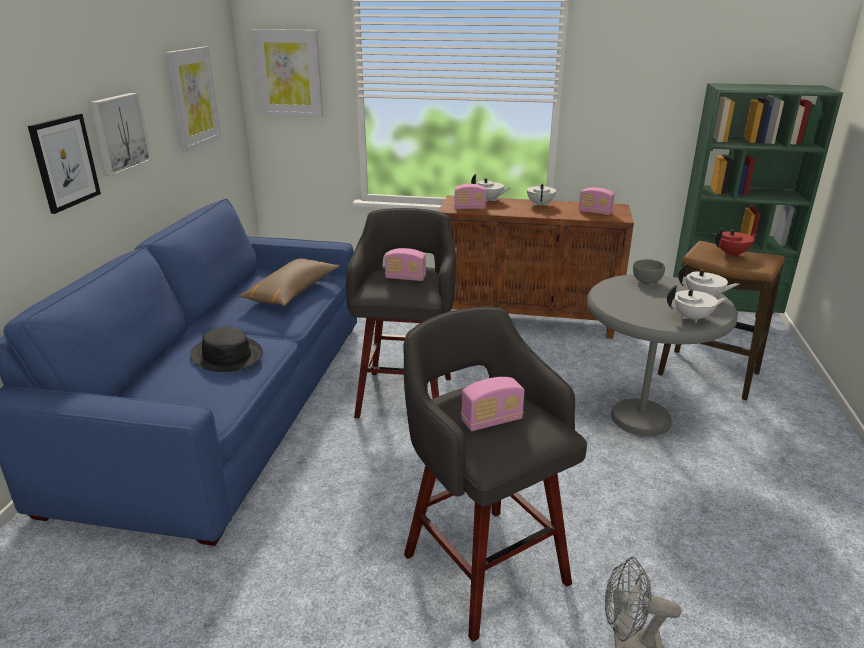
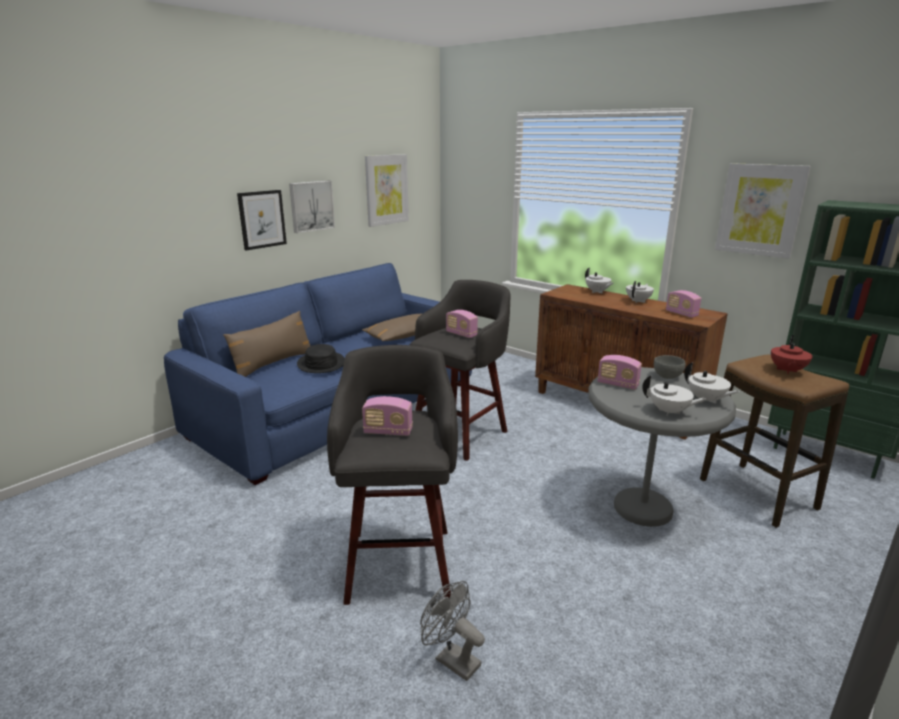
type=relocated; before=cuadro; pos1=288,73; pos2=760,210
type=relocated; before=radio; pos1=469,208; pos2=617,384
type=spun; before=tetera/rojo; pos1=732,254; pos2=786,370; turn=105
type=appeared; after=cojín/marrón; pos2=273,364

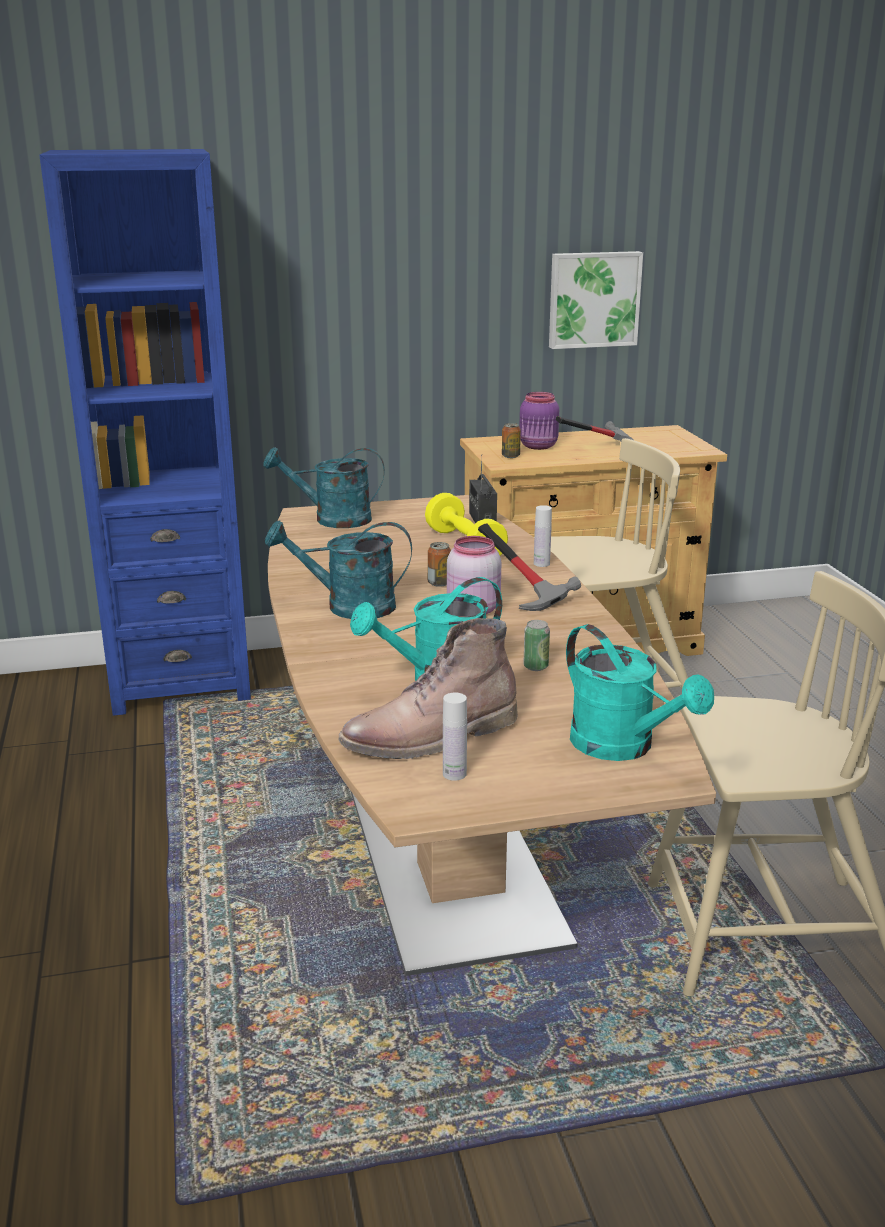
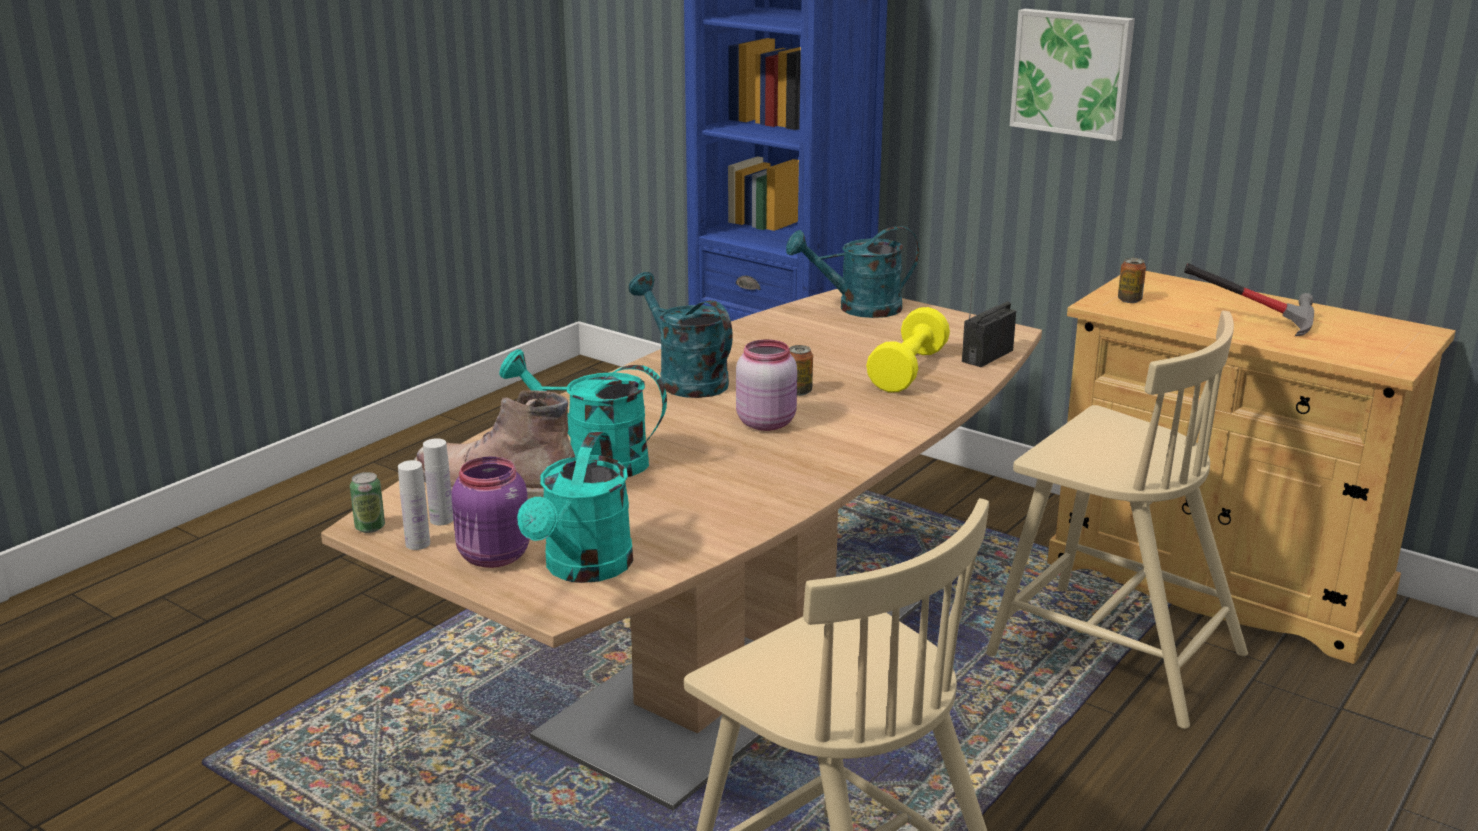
type=spun; before=regadera/turquesa; pos1=332,519; pos2=858,309; turn=-60
type=missing; before=martillo; pos1=526,591
type=relocated; before=tarro/morado; pos1=539,446; pos2=493,557
type=relocated; before=lata; pos1=535,667; pos2=370,527
type=relocated; before=botella/blanco; pos1=541,564; pos2=418,544
type=relocated; before=cuadro; pos1=593,299; pos2=1073,73

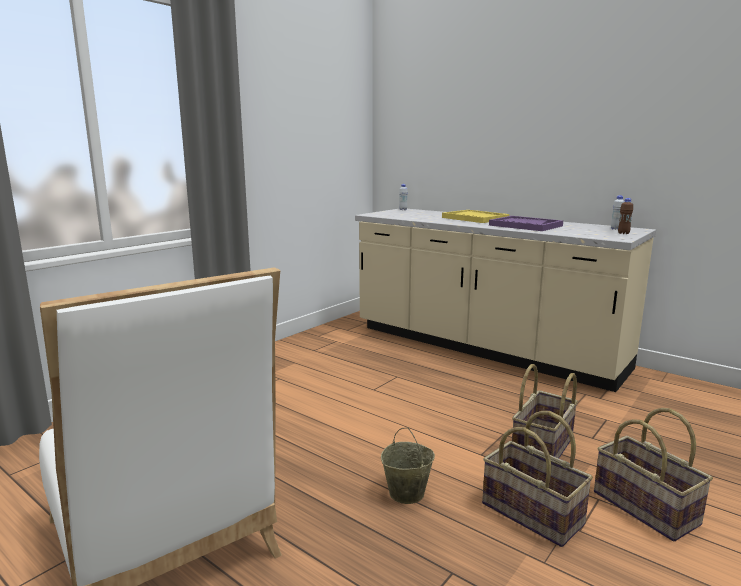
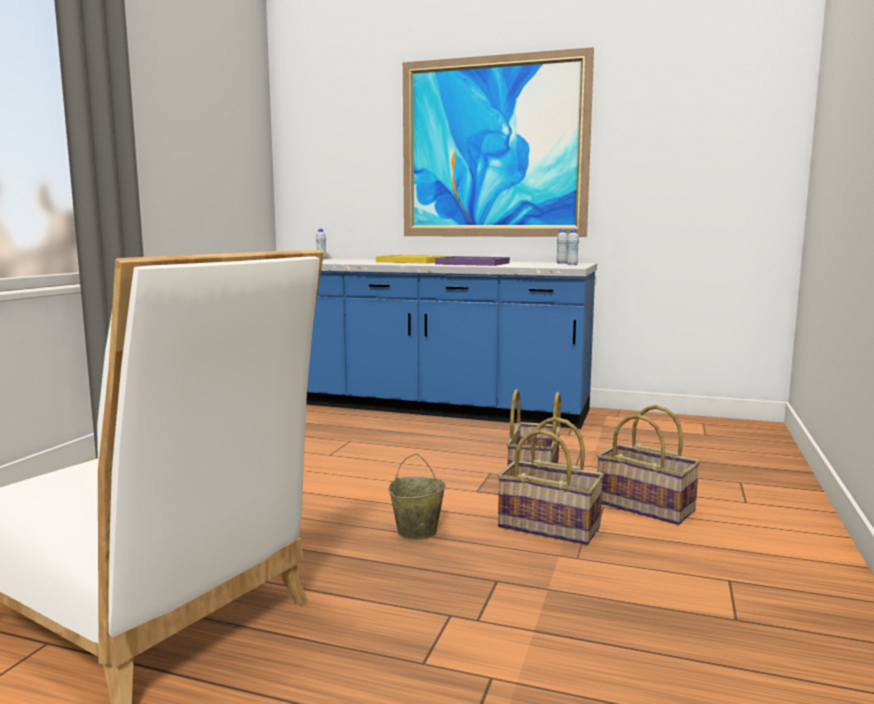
type=colour; before=mueble bajo de cocina/beis; after=mueble bajo de cocina/azul; pos1=483,348; pos2=433,408
type=colour; before=botella/marrón; after=botella/blanco; pos1=623,233; pos2=572,265
type=appeared; after=cuadro; pos2=493,148

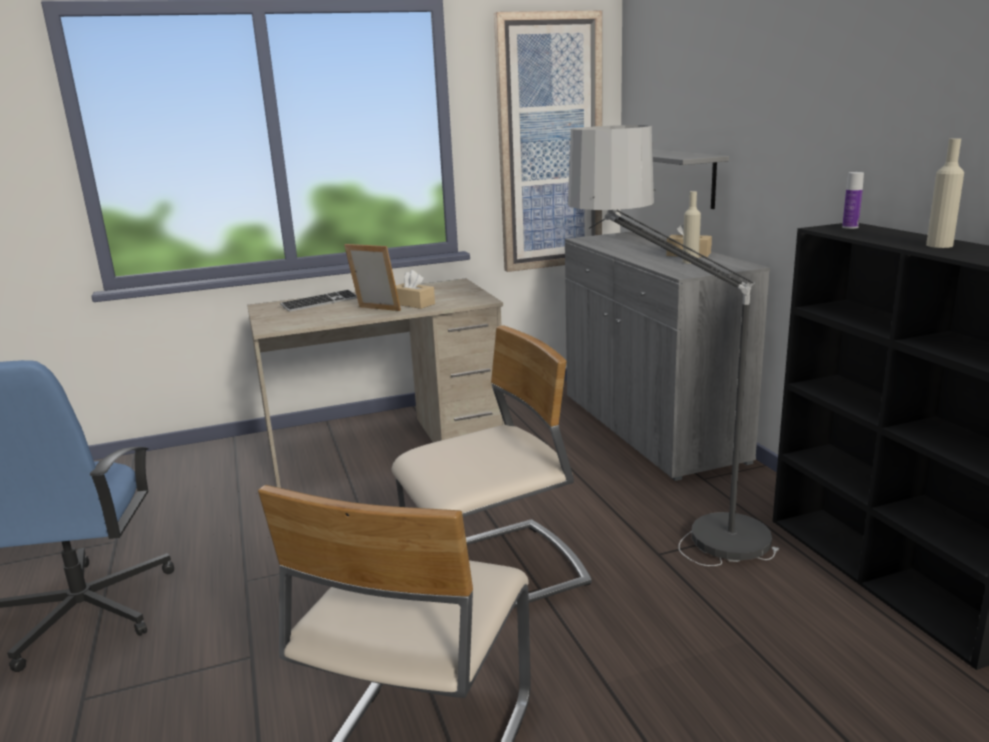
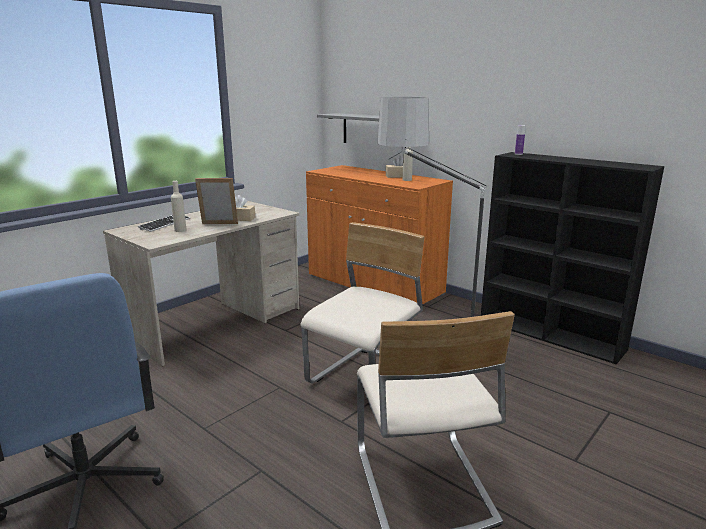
type=missing; before=cuadro; pos1=549,145
type=colour; before=armario/gris; after=armario/naranja; pos1=650,428; pos2=374,285
type=relocated; before=botella/beis; pos1=939,245; pos2=180,230

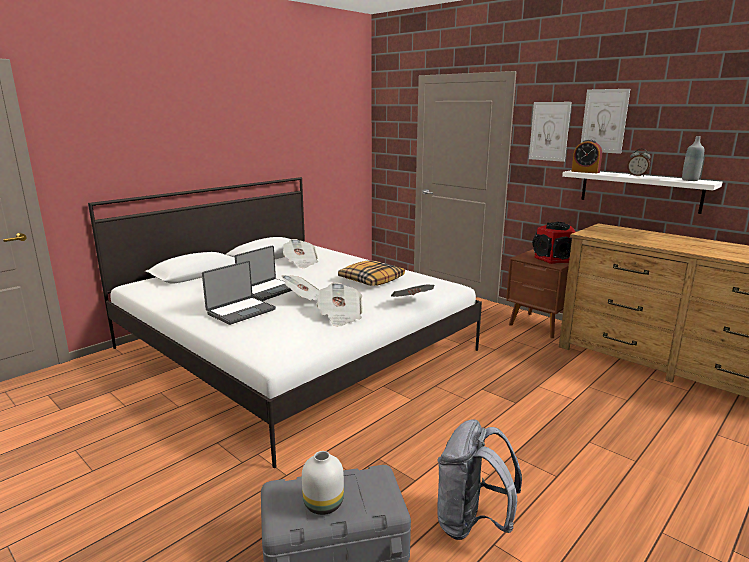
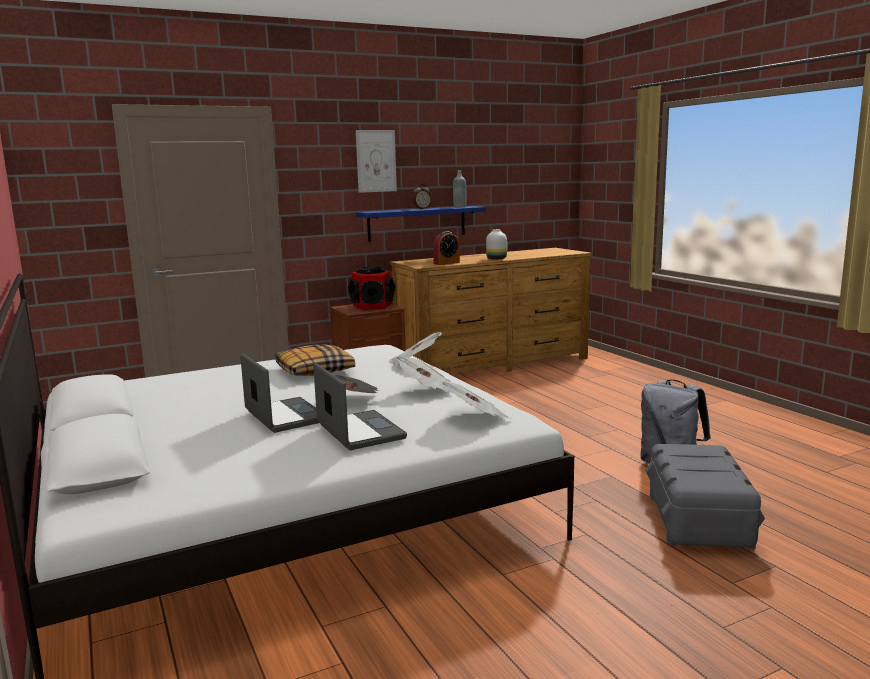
type=relocated; before=periódico; pos1=301,263; pos2=476,418
type=relocated; before=florero/blanco; pos1=323,503; pos2=496,259
type=missing; before=cuadro; pos1=549,131
type=colour; before=estante/blanco; after=estante/azul; pos1=639,190; pos2=417,223
type=relocated; before=despertador; pos1=585,172; pos2=446,263

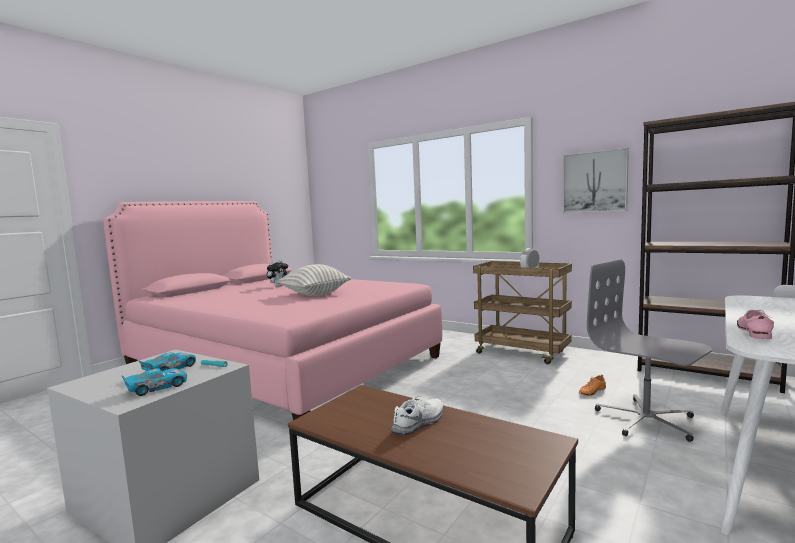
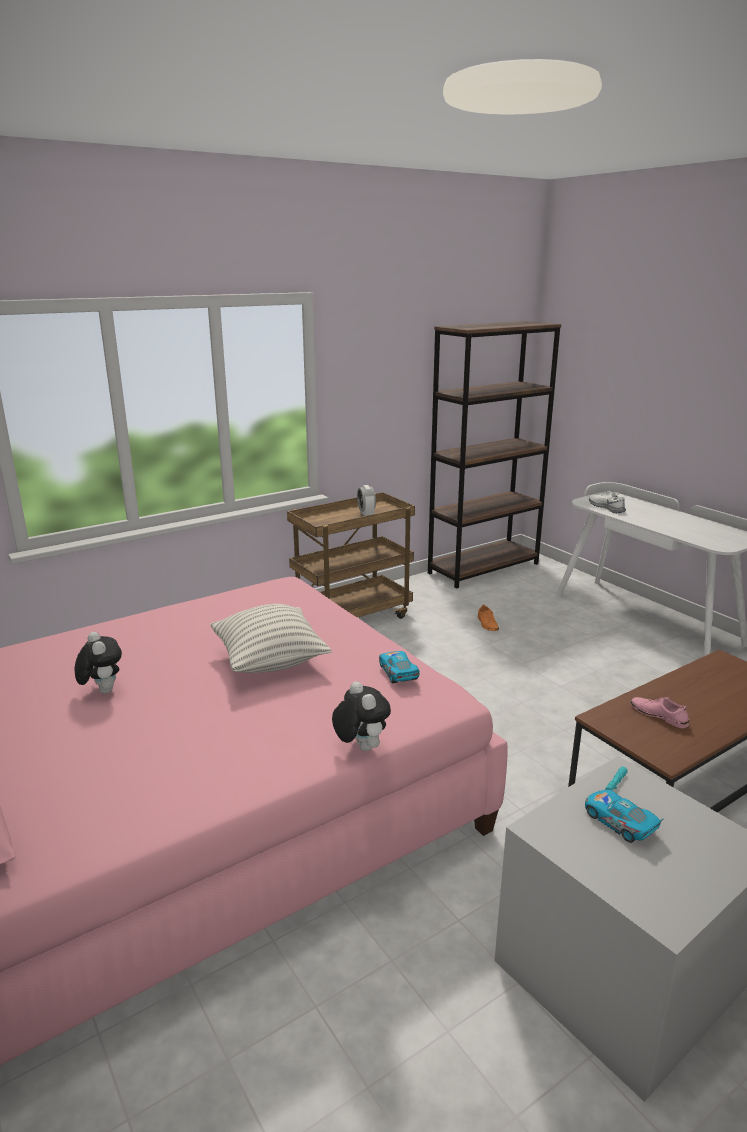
type=relocated; before=coche de juguete; pos1=157,387; pos2=398,673
type=relocated; before=zapato/blanco; pos1=420,422; pos2=607,507
type=missing; before=cuadro; pos1=594,182
type=missing; before=silla de oficina/gris; pos1=646,420
type=relocated; before=zapato/rosa; pos1=754,332; pos2=659,715
type=appeared; after=peluche; pos2=360,747

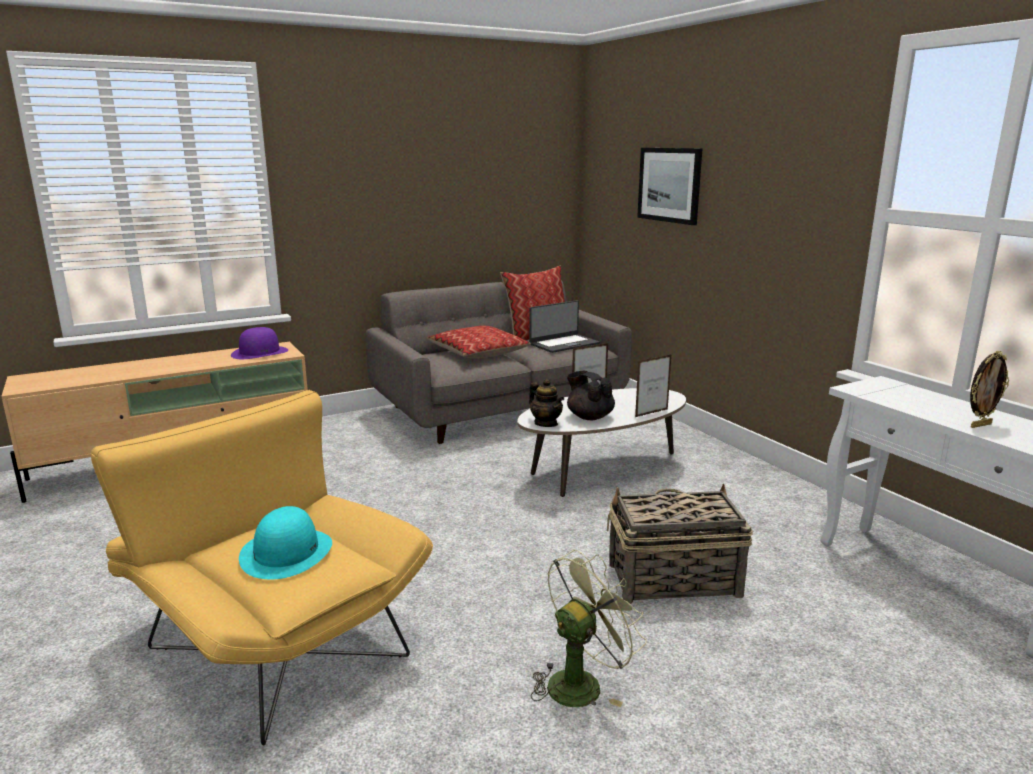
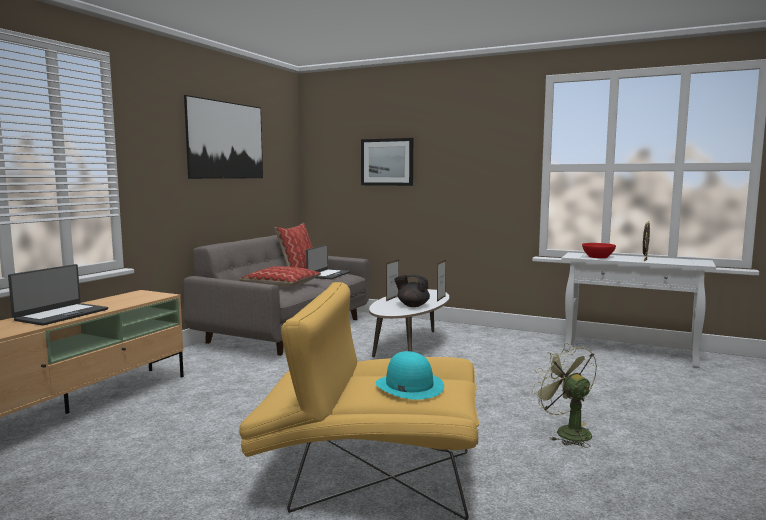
type=missing; before=sombrero/morado; pos1=260,352
type=missing; before=tetera; pos1=546,423
type=spun; before=ventilador/verde; pos1=581,682; pos2=566,432; turn=-45
type=missing; before=cesta; pos1=672,580
type=appeared; after=portátil; pos2=61,315
type=appeared; after=cuadro; pos2=226,140
type=appeared; after=cuenco/rojo; pos2=598,257

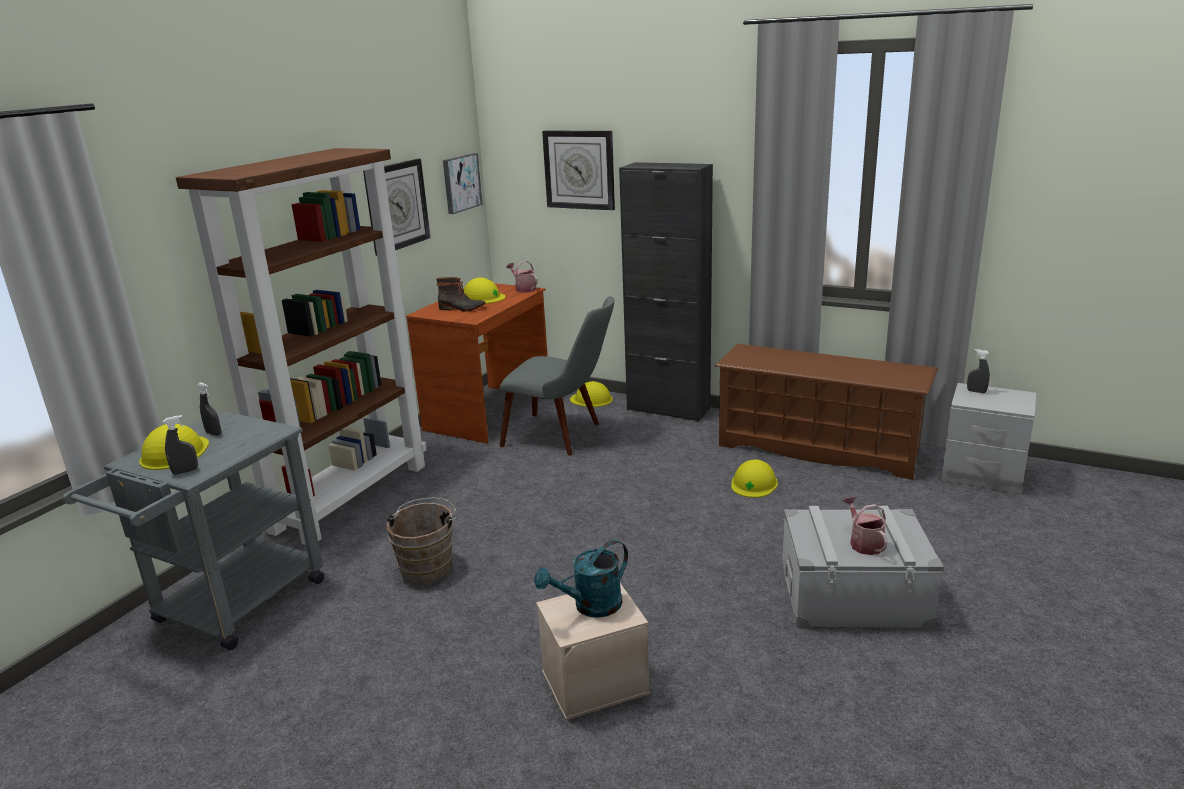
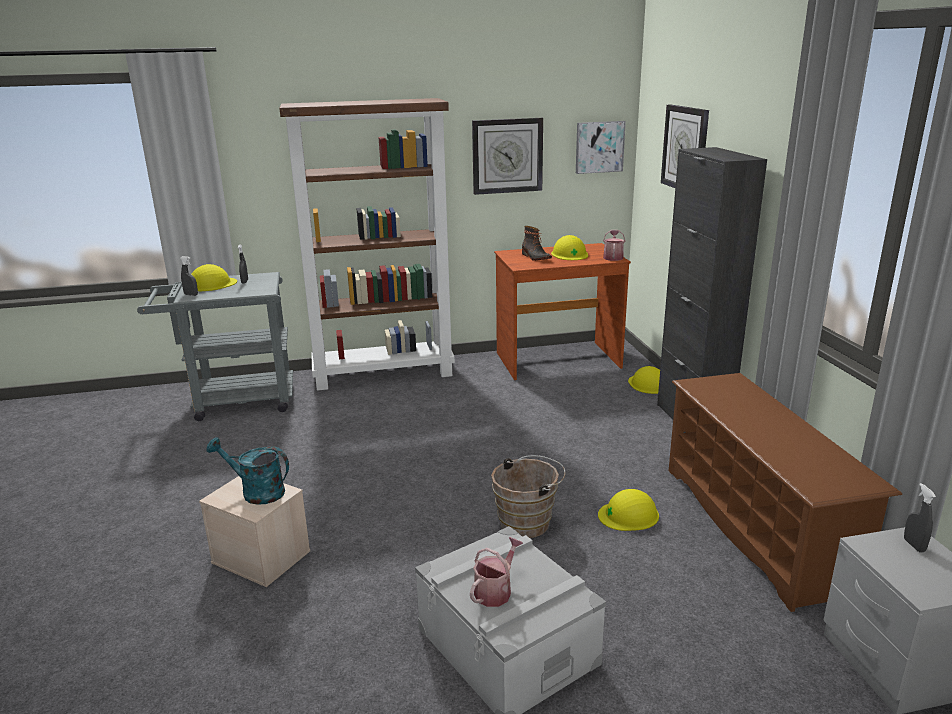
type=relocated; before=cubo/marrón; pos1=428,566; pos2=528,522
type=missing; before=silla/gris; pos1=563,435

